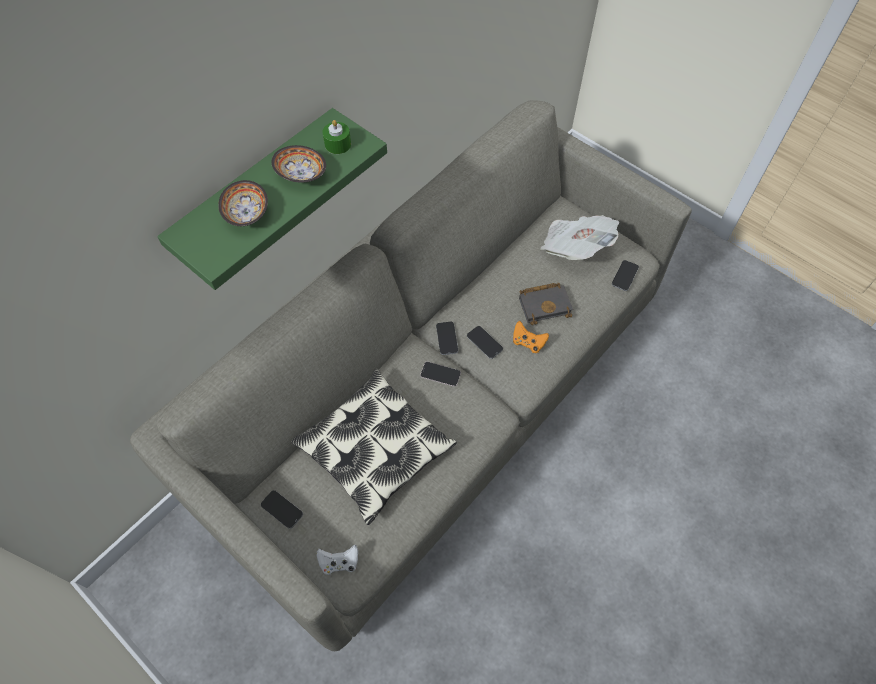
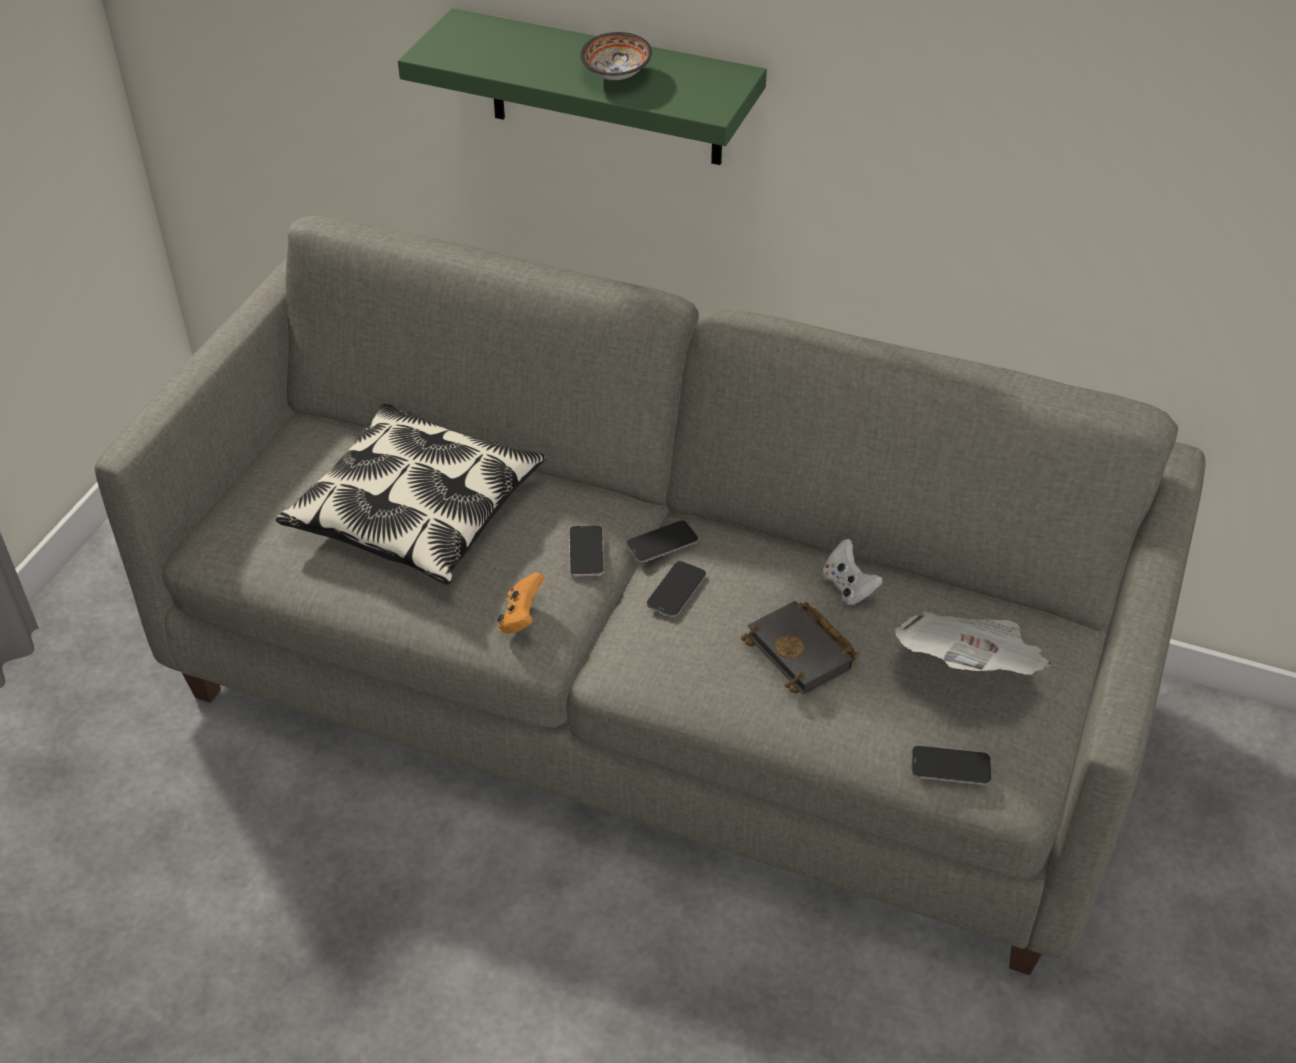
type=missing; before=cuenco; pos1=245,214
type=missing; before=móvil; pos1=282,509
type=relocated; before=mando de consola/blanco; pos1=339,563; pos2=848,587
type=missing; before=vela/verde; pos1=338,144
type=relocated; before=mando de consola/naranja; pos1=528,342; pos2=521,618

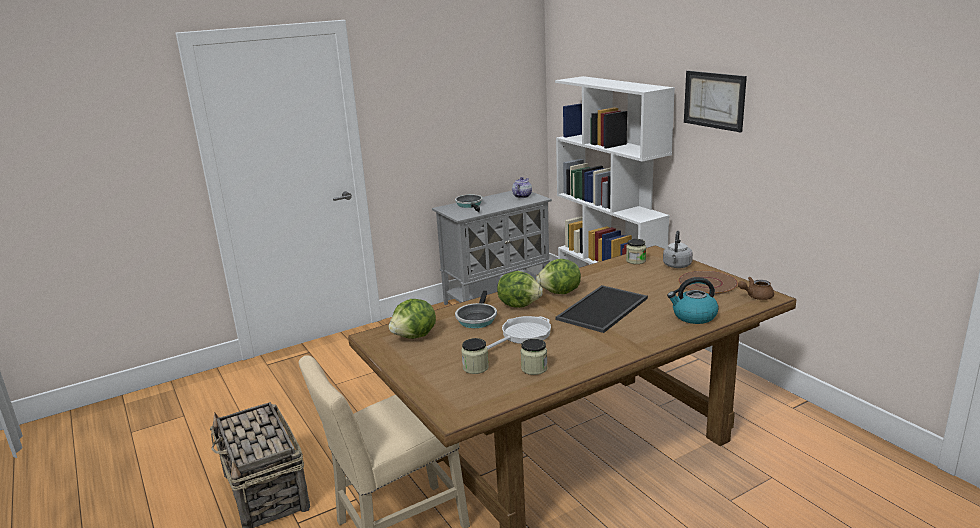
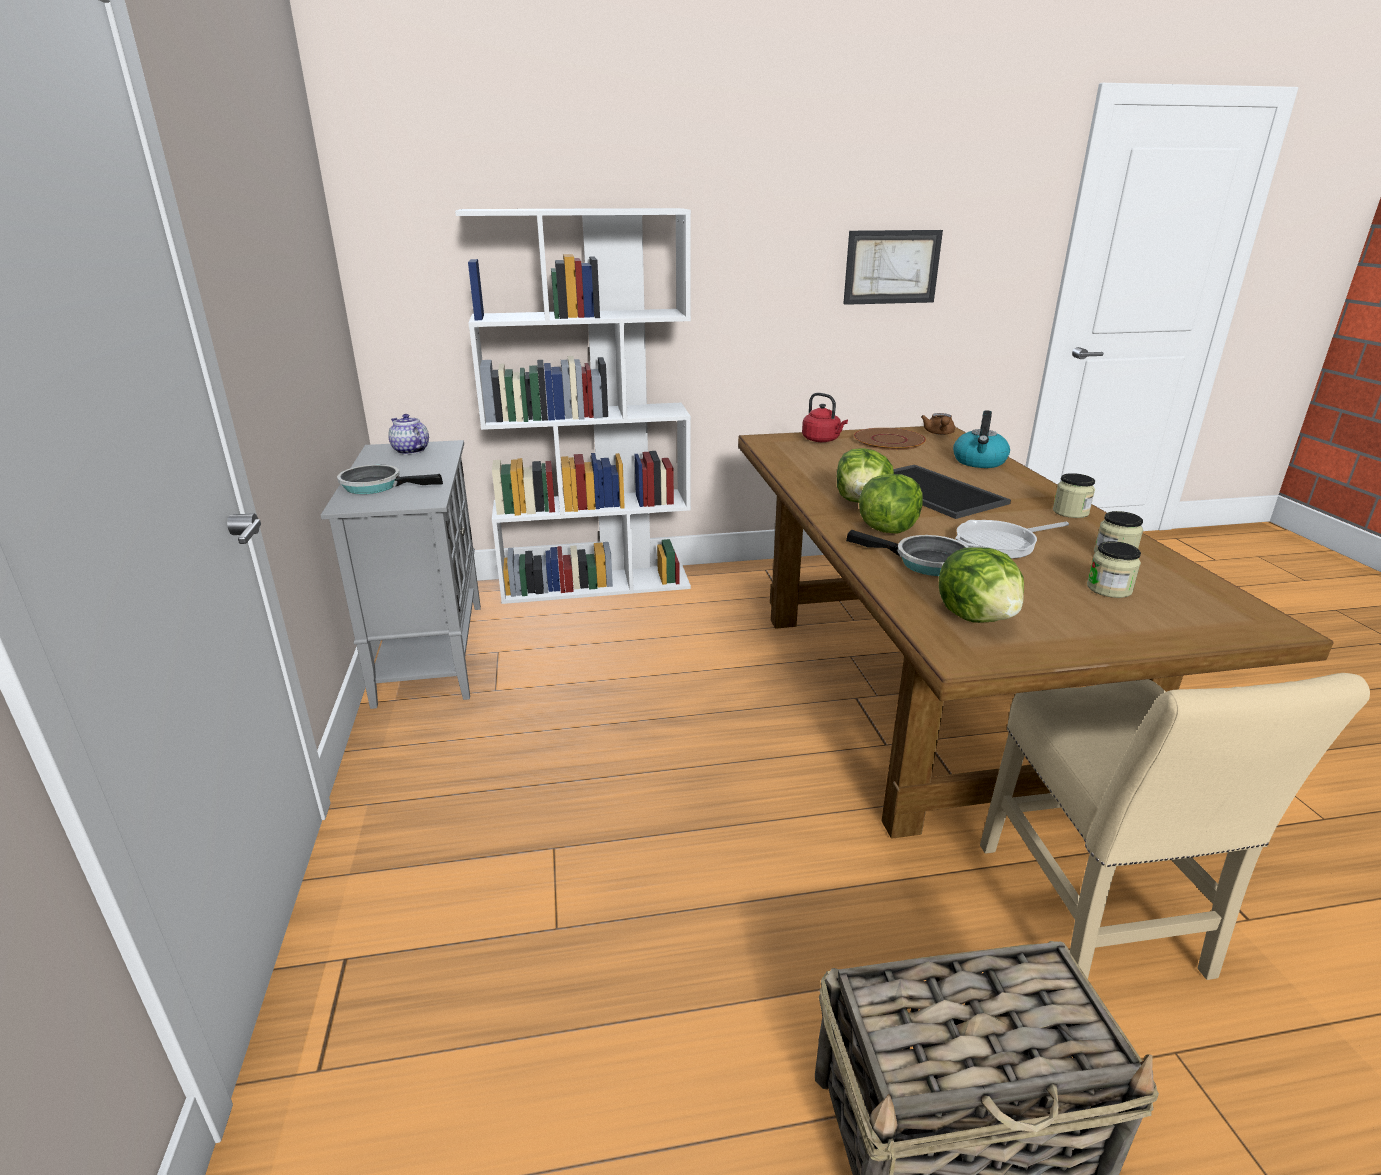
type=spun; before=sartén; pos1=523,335; pos2=1000,543; turn=-90
type=relocated; before=tarro; pos1=635,261; pos2=1070,512
type=colour; before=hervidor/gris; after=hervidor/rojo; pos1=677,266; pos2=822,440
type=relocated; before=cuadro; pos1=714,100; pos2=891,267

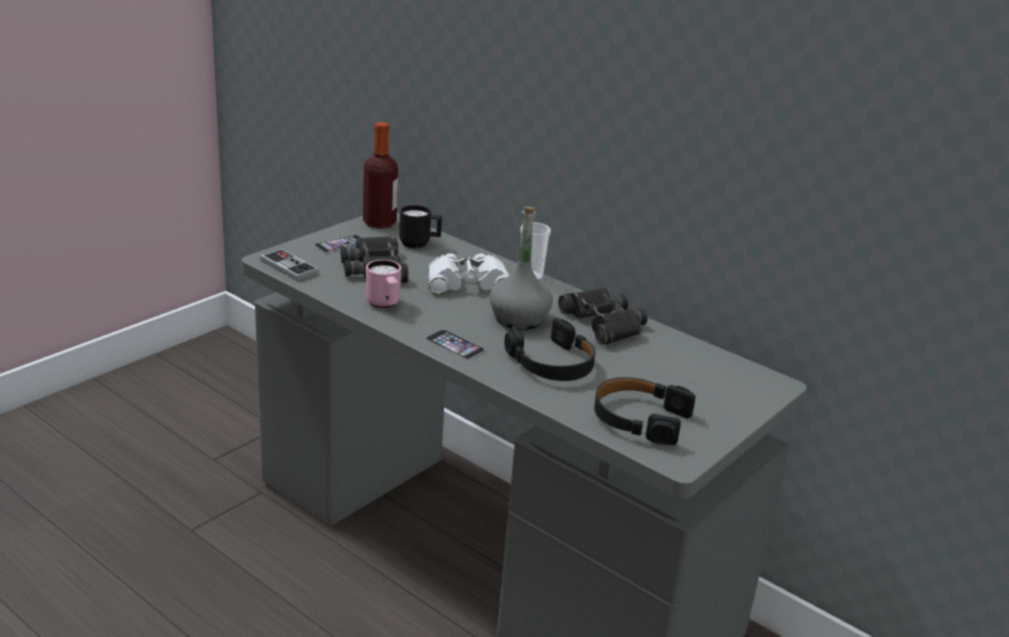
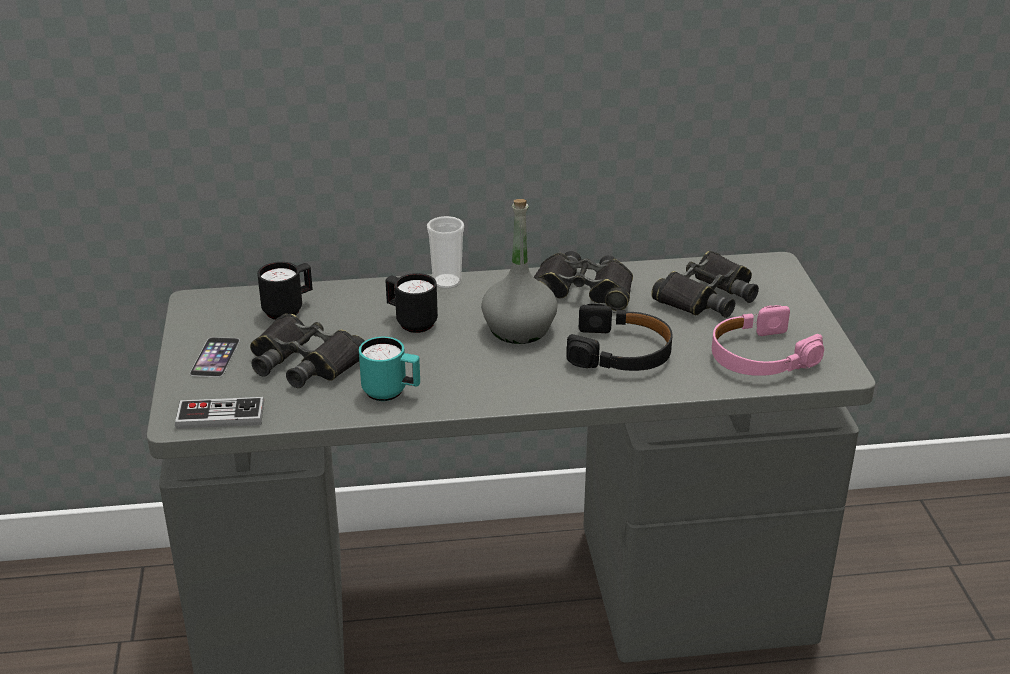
type=missing; before=botella; pos1=379,223
type=colour; before=taza grande/rosa; after=taza grande/turquesa; pos1=385,305; pos2=391,393
type=missing; before=móvil; pos1=455,344
type=exchanged; before=prismáticos/blanco; after=taza grande/negro; pos1=468,283; pos2=411,322
type=colour; before=auriculares/negro; after=auriculares/rosa; pos1=639,419; pos2=760,356
type=appeared; after=prismáticos/negro; pos2=707,296

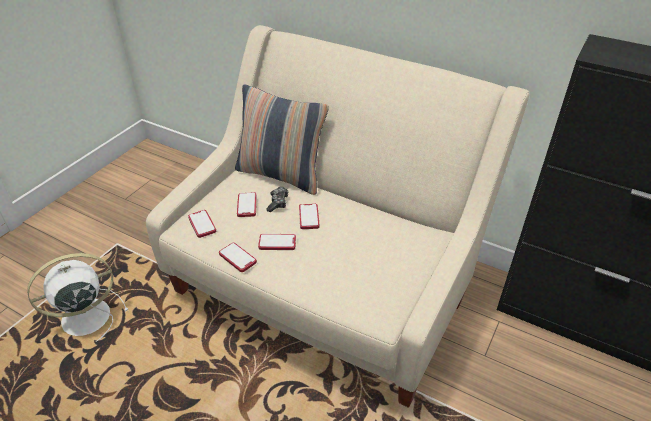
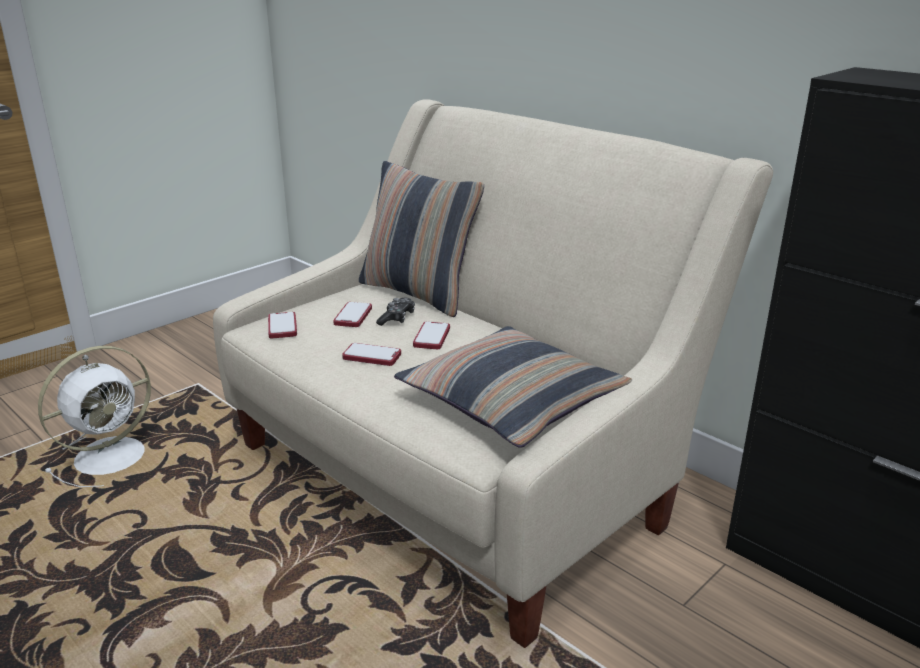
type=spun; before=ventilador/blanco; pos1=83,318; pos2=113,455; turn=150
type=missing; before=móvil; pos1=237,258
type=appeared; after=cojín; pos2=512,402

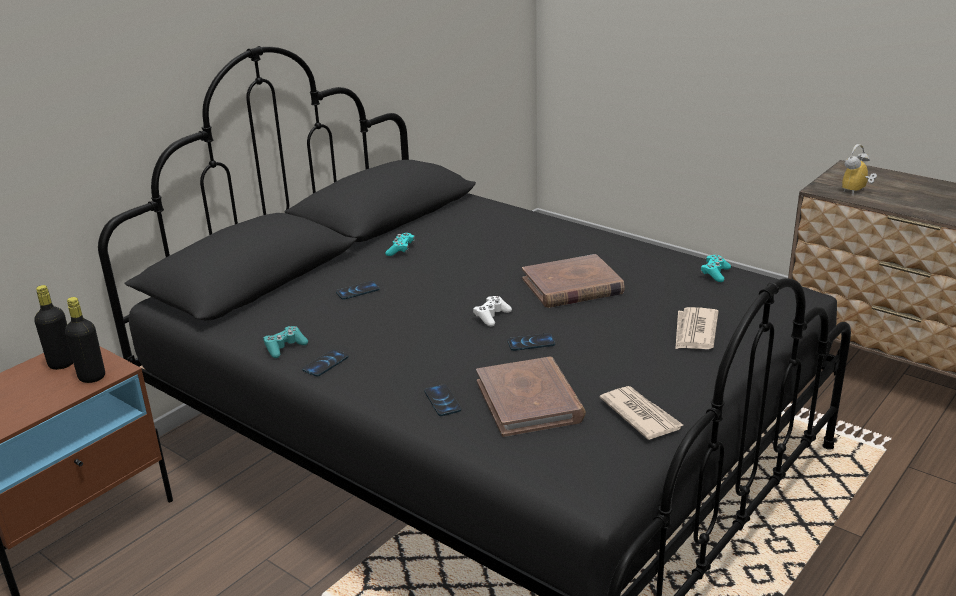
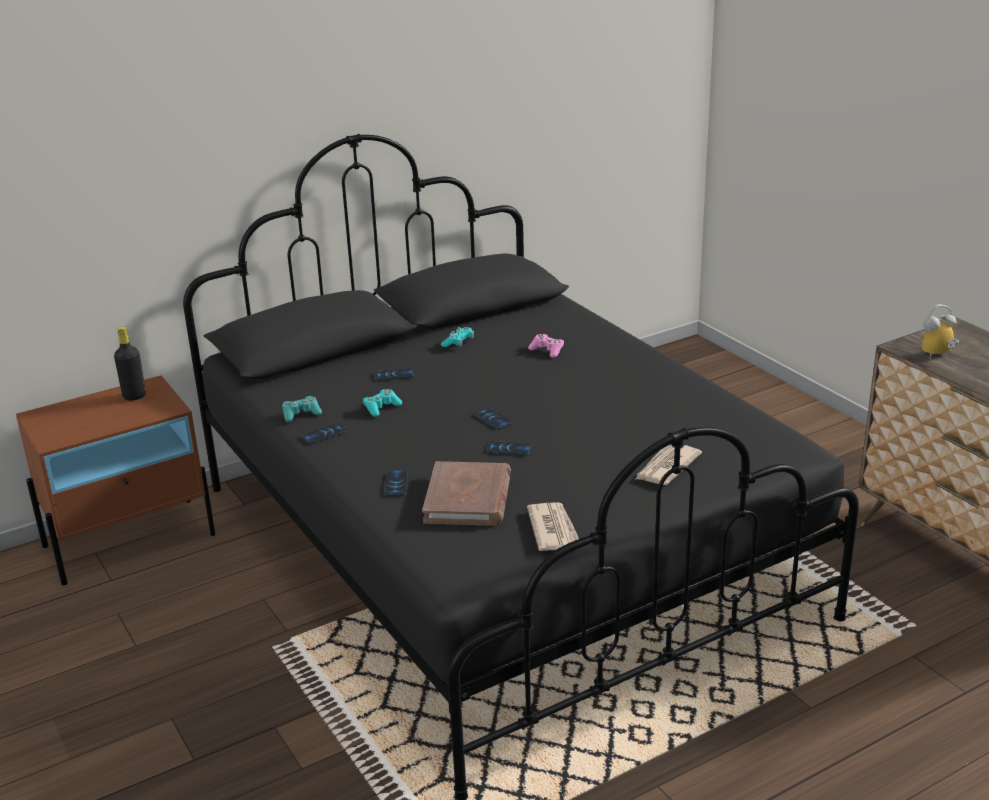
type=missing; before=botella/negro; pos1=92,377
type=exchanged; before=mando de consola/blanco; after=móvil; pos1=491,316; pos2=492,419
type=missing; before=libro/marrón; pos1=572,286
type=relocated; before=mando de consola/turquesa; pos1=715,274; pos2=381,408
type=appeared; after=mando de consola/rosa; pos2=547,350

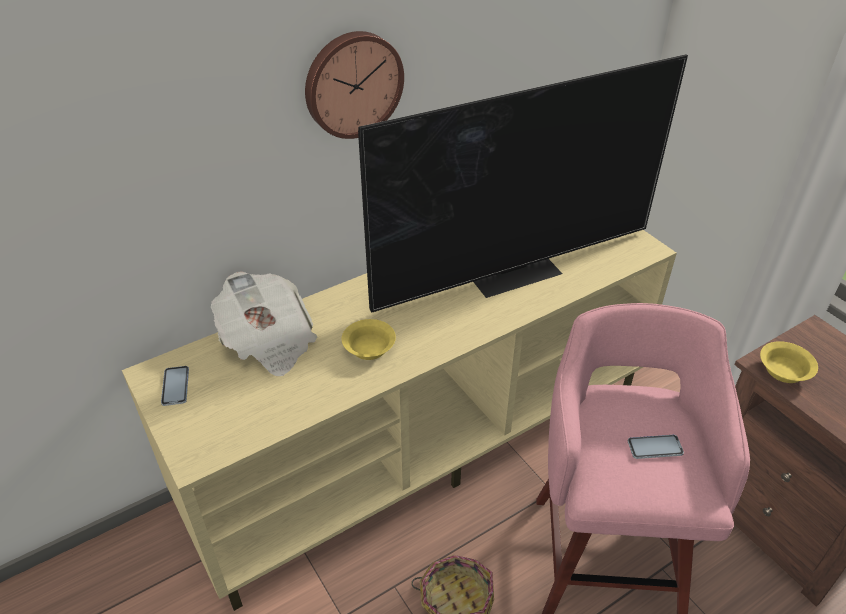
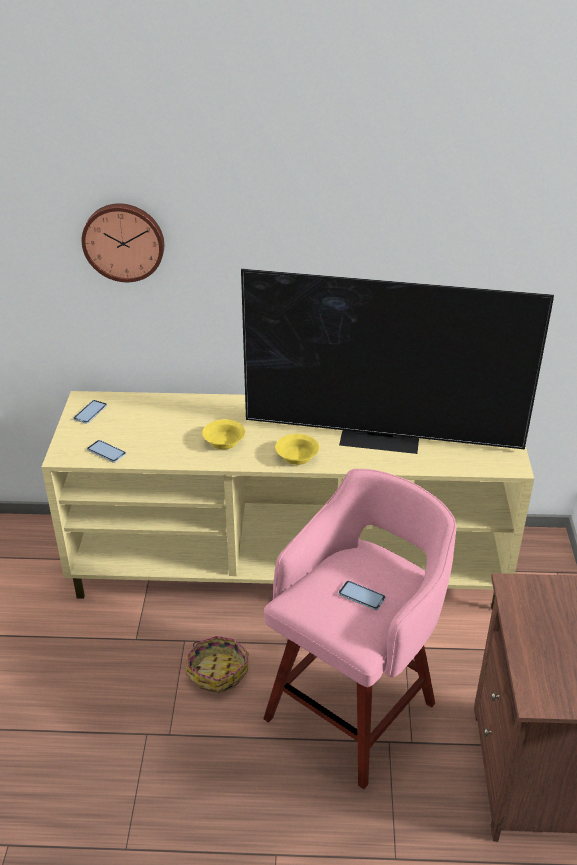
type=missing; before=periódico; pos1=268,342
type=relocated; before=reloj de pared; pos1=352,84; pos2=124,241
type=relocated; before=cuenco/amarillo; pos1=782,371; pos2=296,456
type=appeared; after=móvil; pos2=106,452

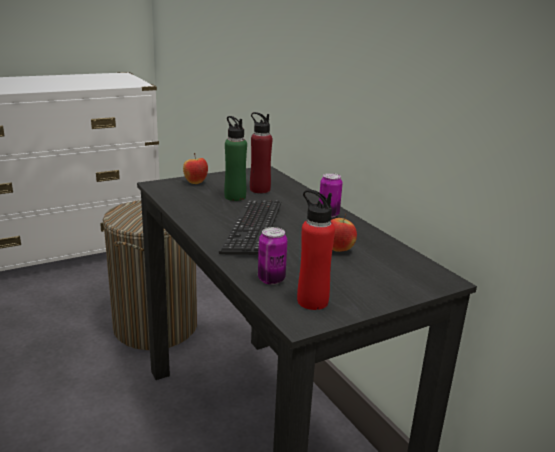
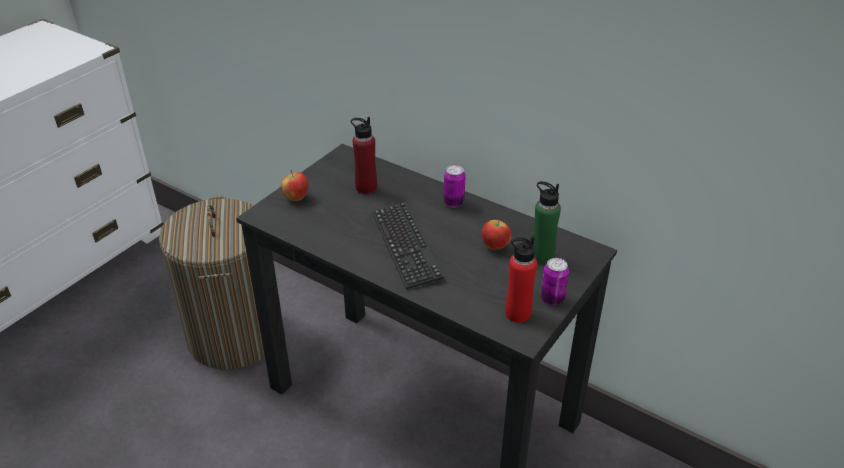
type=relocated; before=botella/verde; pos1=235,197; pos2=541,257
type=relocated; before=lata; pos1=271,279; pos2=552,299

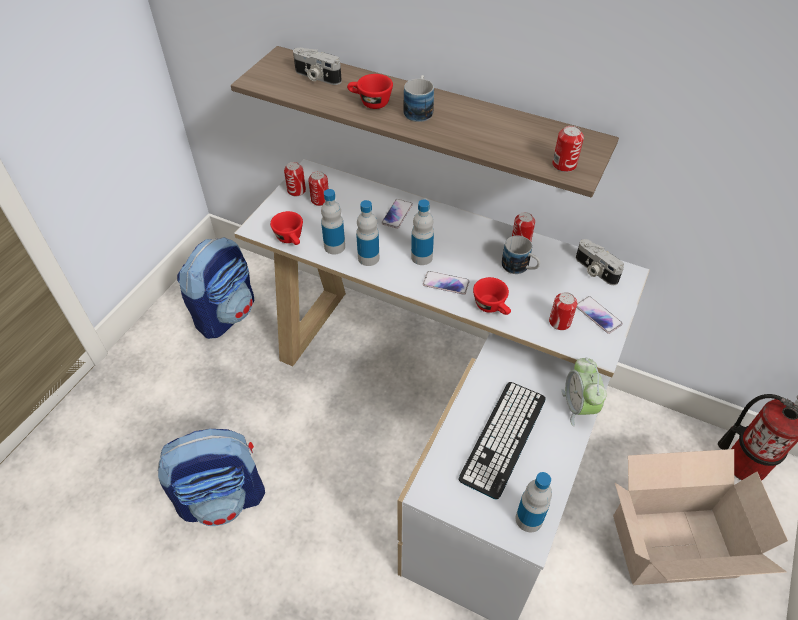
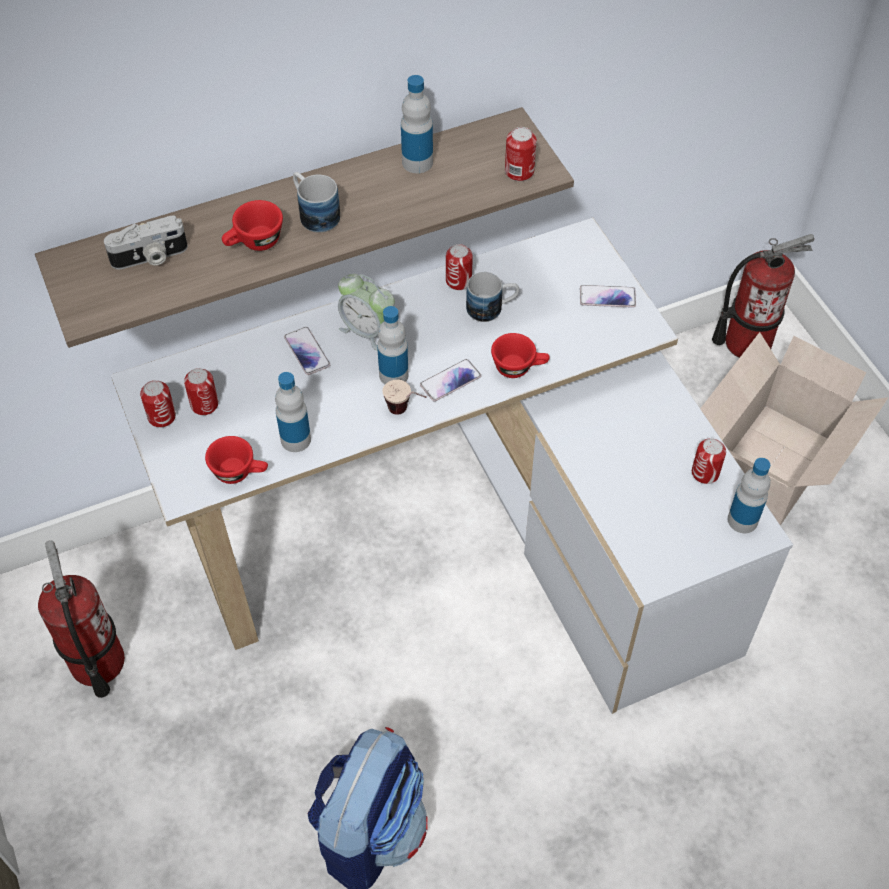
type=exchanged; before=mochila; after=extintor; pos1=226,313; pos2=96,663
type=relocated; before=botella; pos1=368,258; pos2=417,162
type=missing; before=teclado; pos1=503,438
type=relocated; before=lata; pos1=559,322; pos2=705,473
type=relocated; before=despertador; pos1=578,406; pos2=367,331
type=missing; before=cámara; pos1=594,270
type=appeared; after=taza; pos2=406,413

